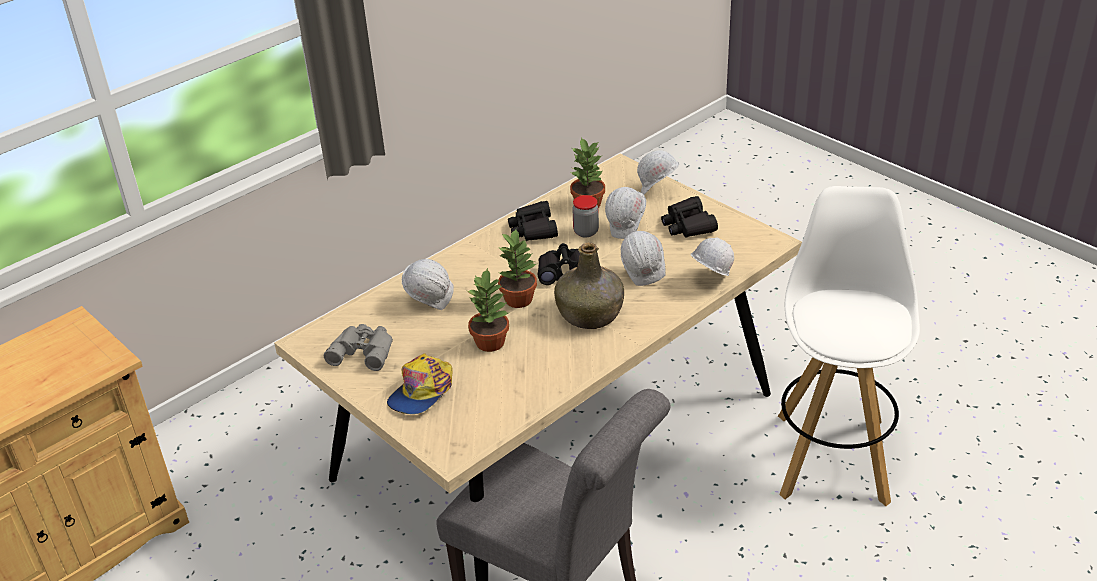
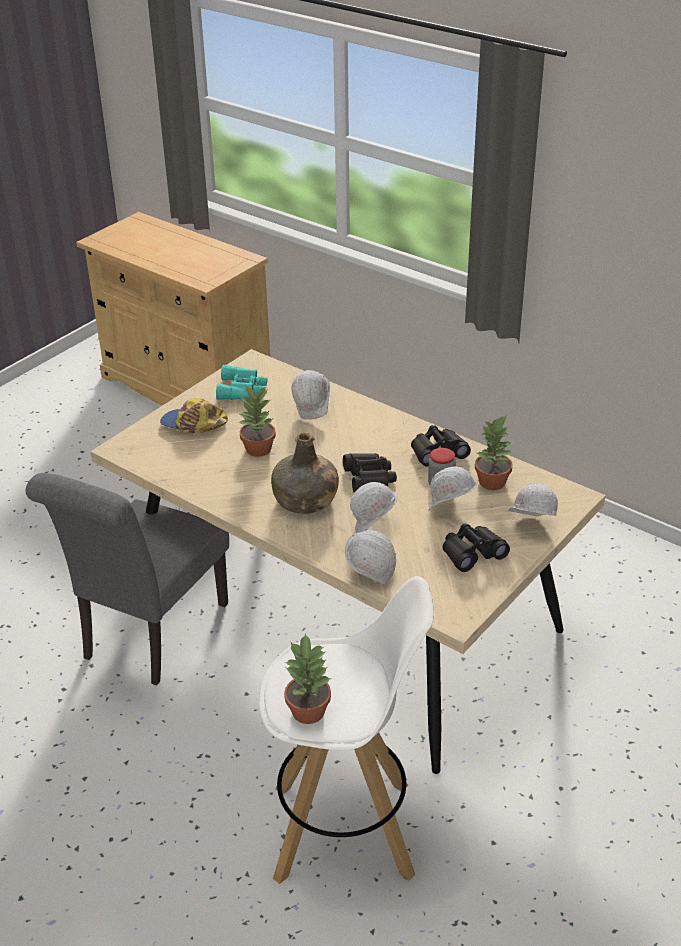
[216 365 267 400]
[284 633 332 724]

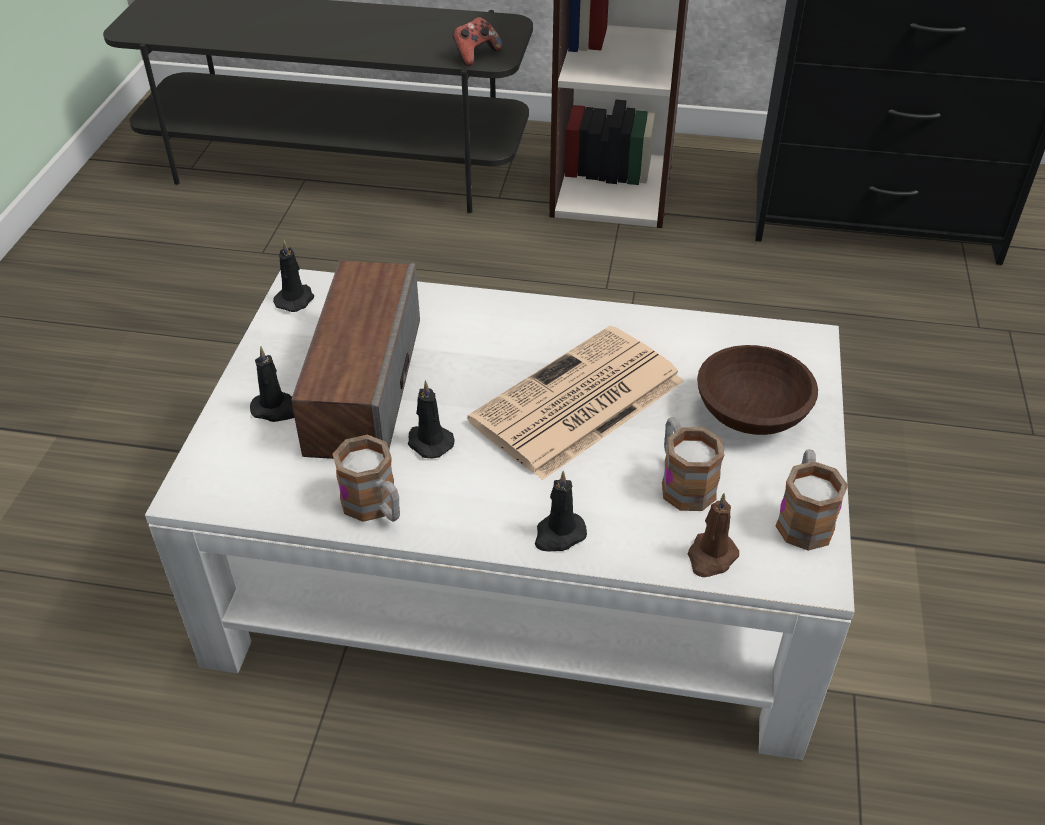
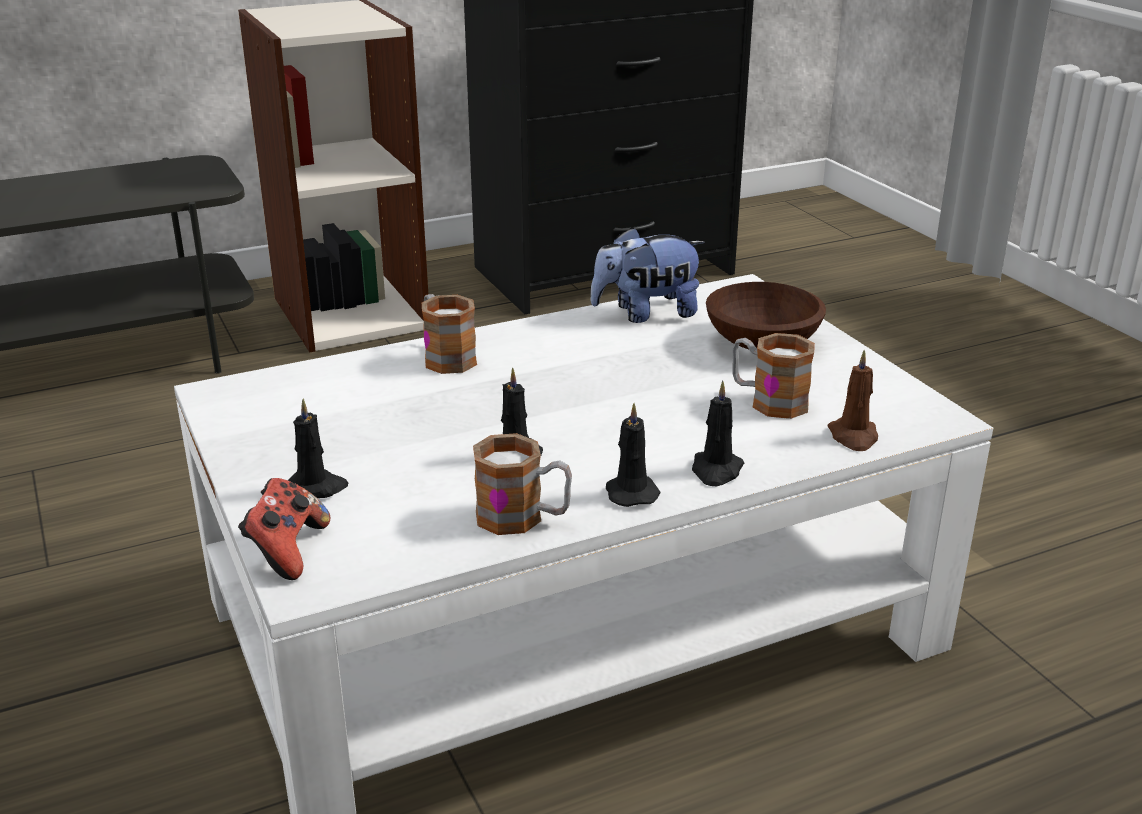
[238 478 330 580]
[422 294 477 374]
[590 227 705 323]
[606 403 660 507]
[291 261 420 459] (first image)
[467 326 684 480] (first image)

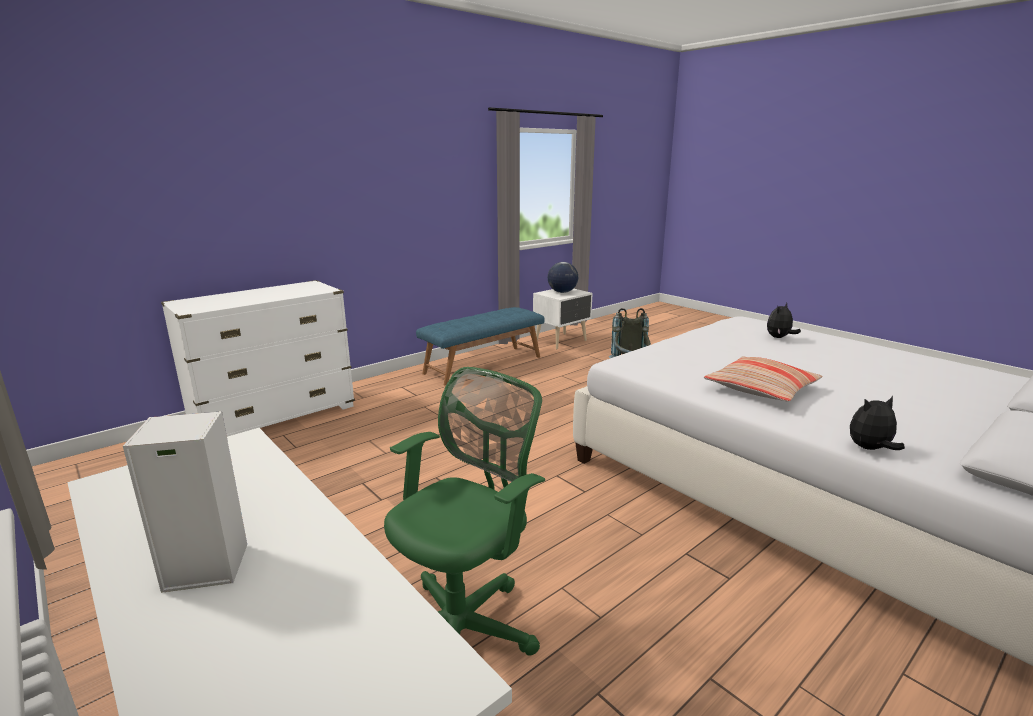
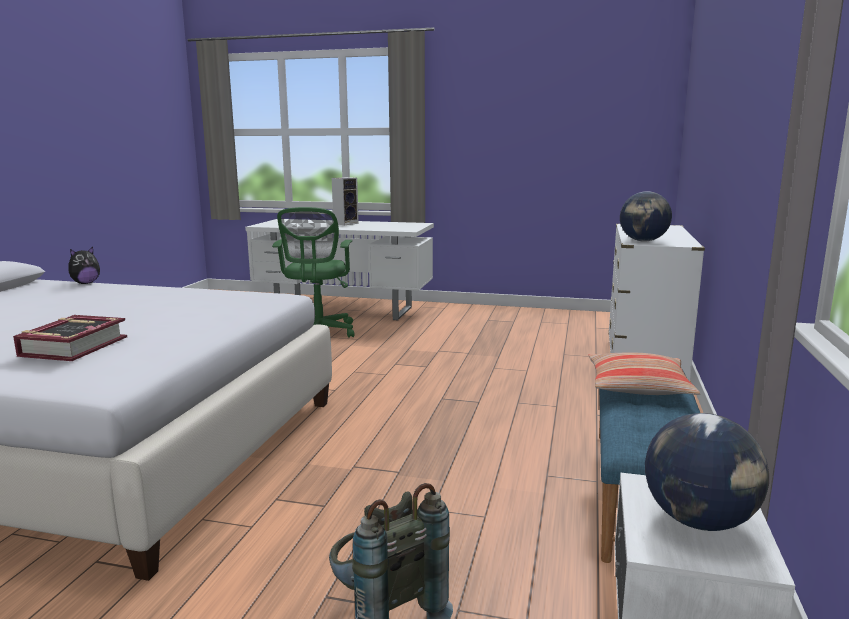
[13 315 127 361]
[588 353 700 395]
[620 191 672 242]

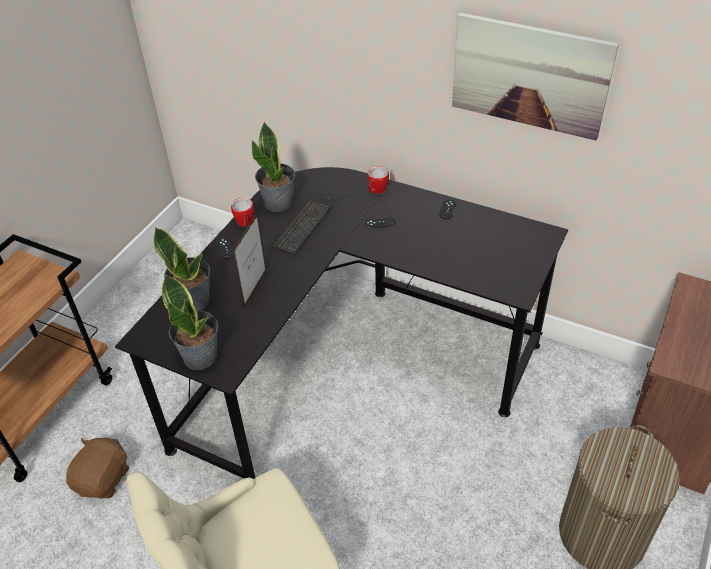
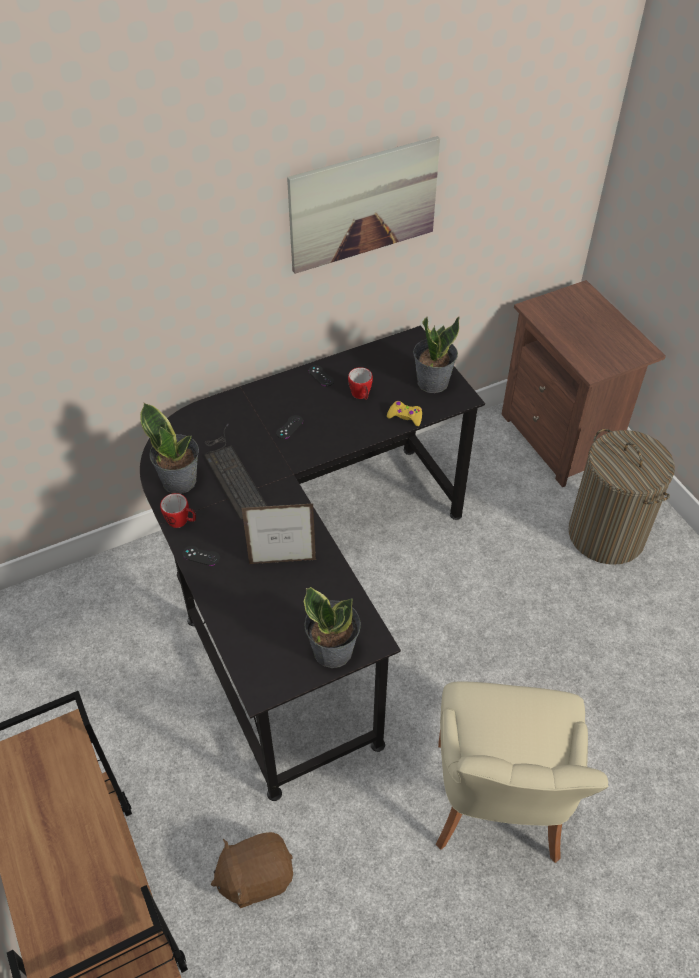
[211 832 293 908]
[242 503 316 564]
[348 367 373 400]
[387 401 422 426]
[413 317 460 393]

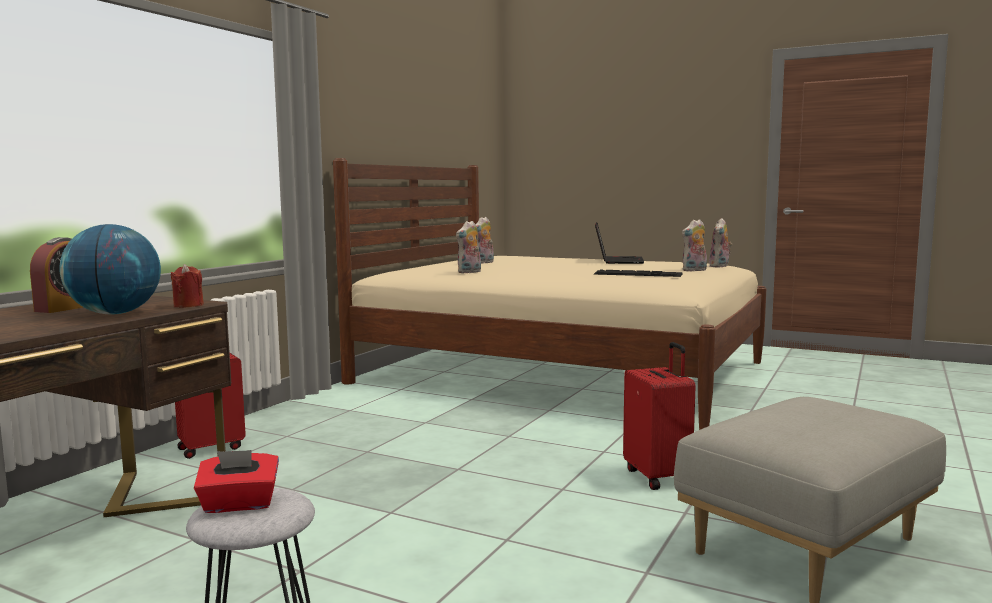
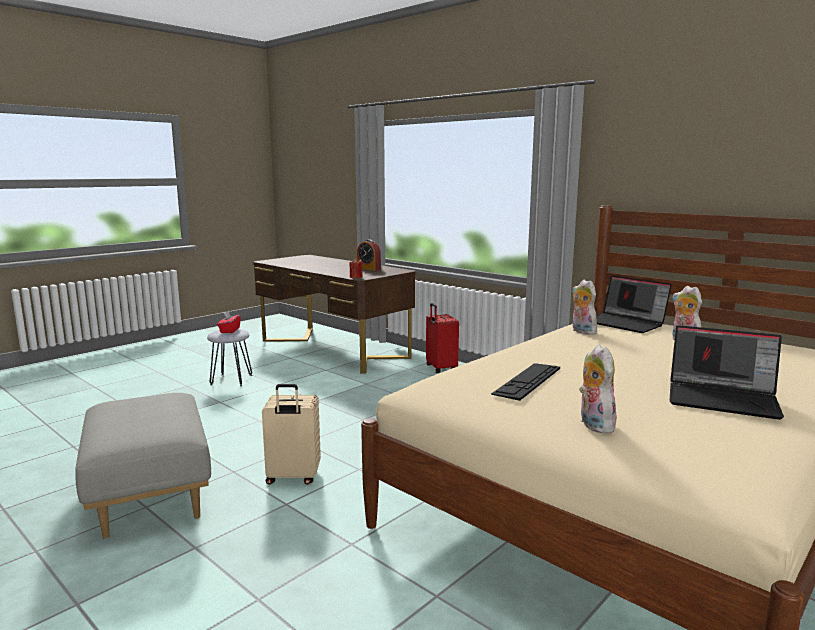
[262 384 321 485]
[597 275 672 333]
[60 224 161 314] (first image)
[709 218 732 268] (first image)

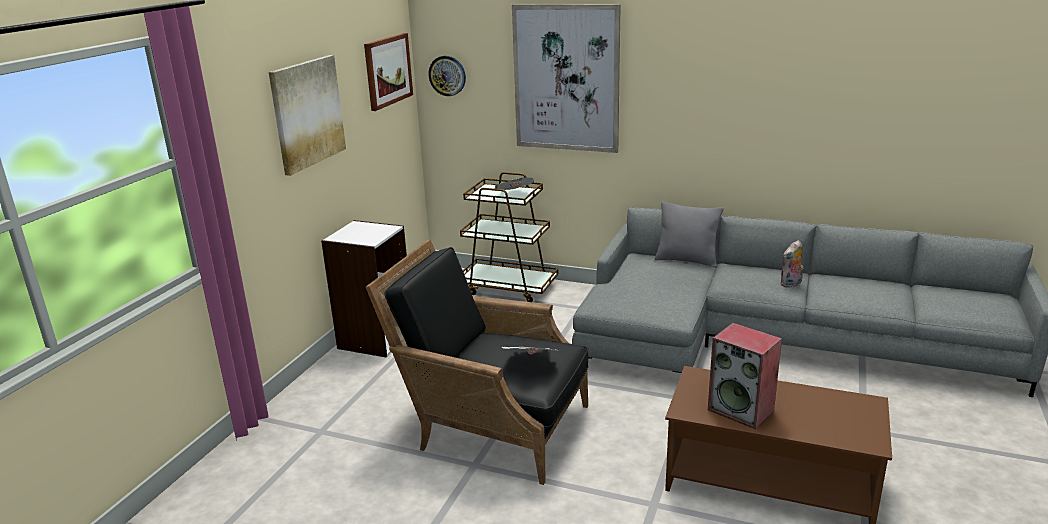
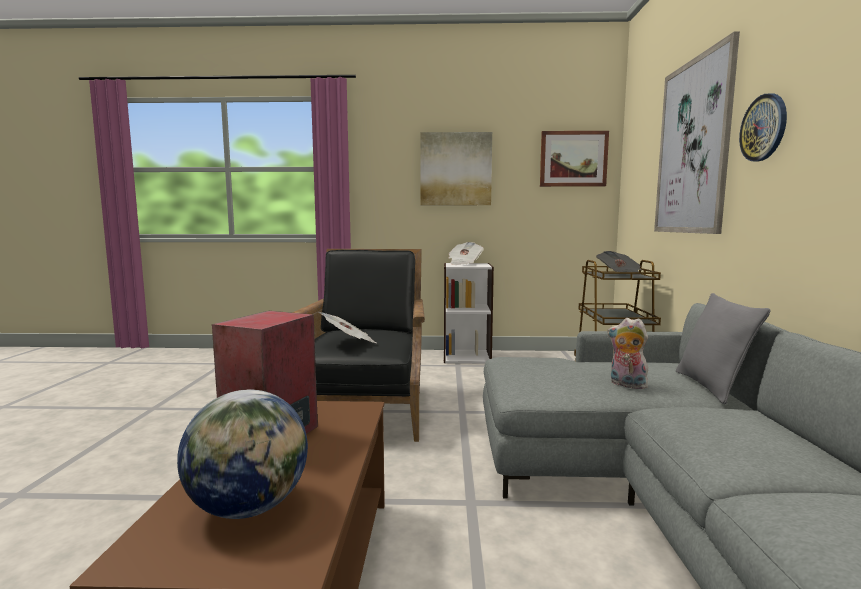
[177 389 308 519]
[448 242 484 265]
[607 318 648 389]
[739 94 787 161]

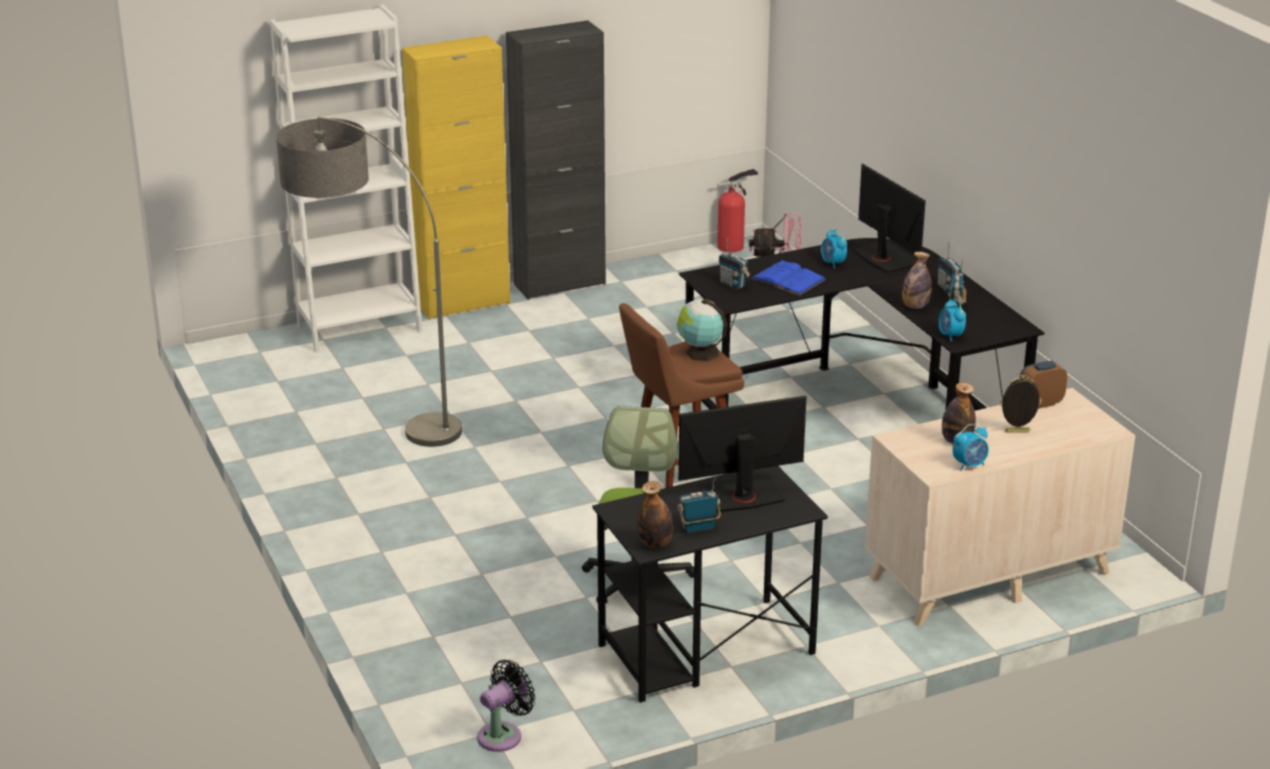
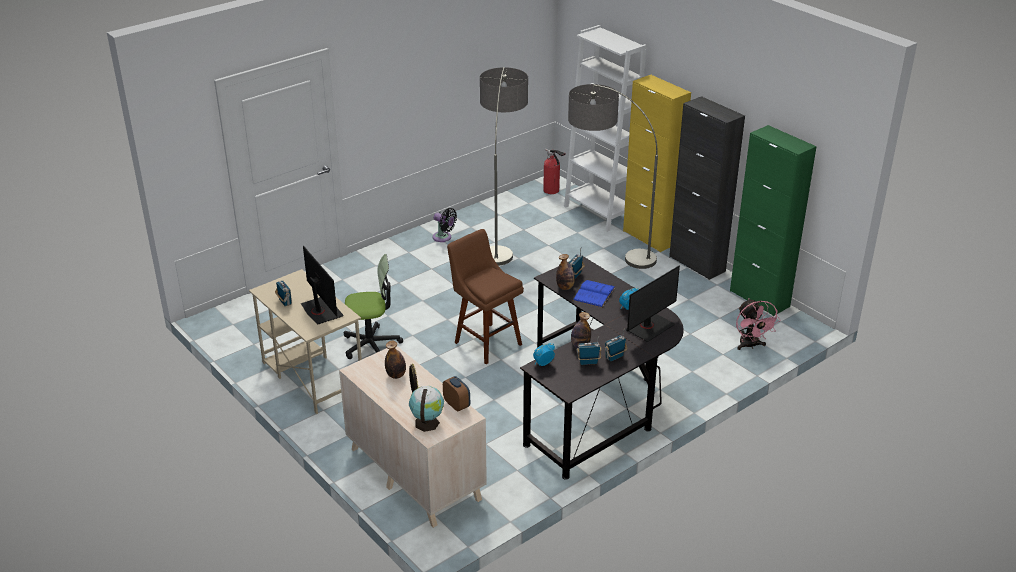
[249 269 362 414]
[409 386 444 432]
[432 208 457 242]
[543 149 566 194]
[556 254 575 290]
[568 84 658 269]
[730 125 817 316]
[952 424 989 471] (first image)

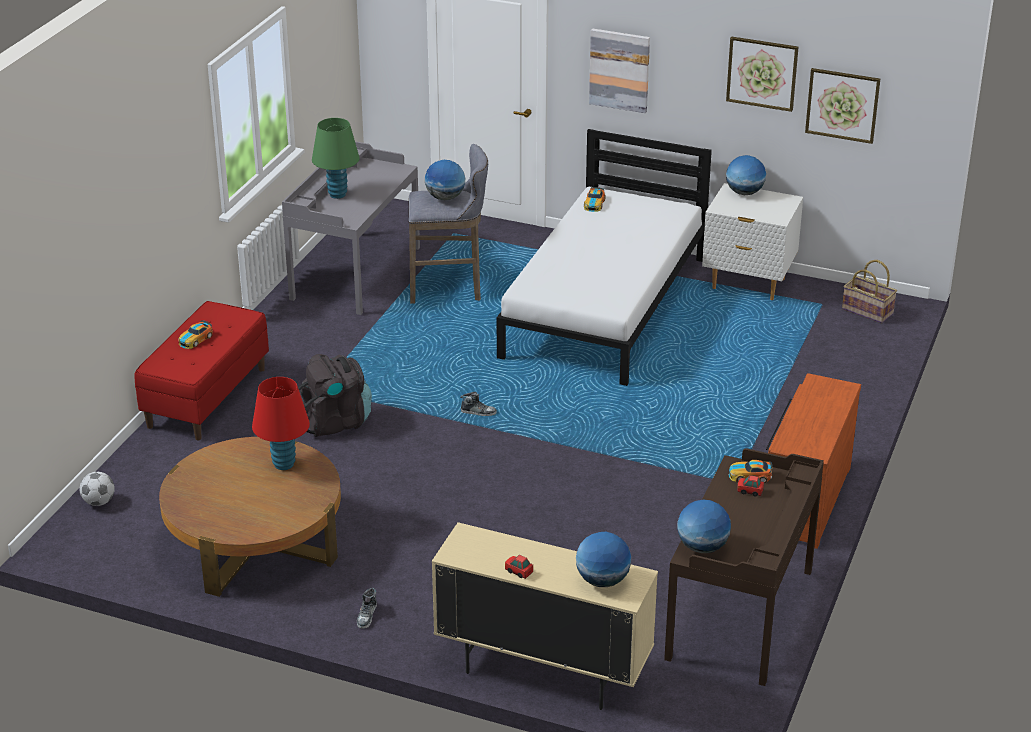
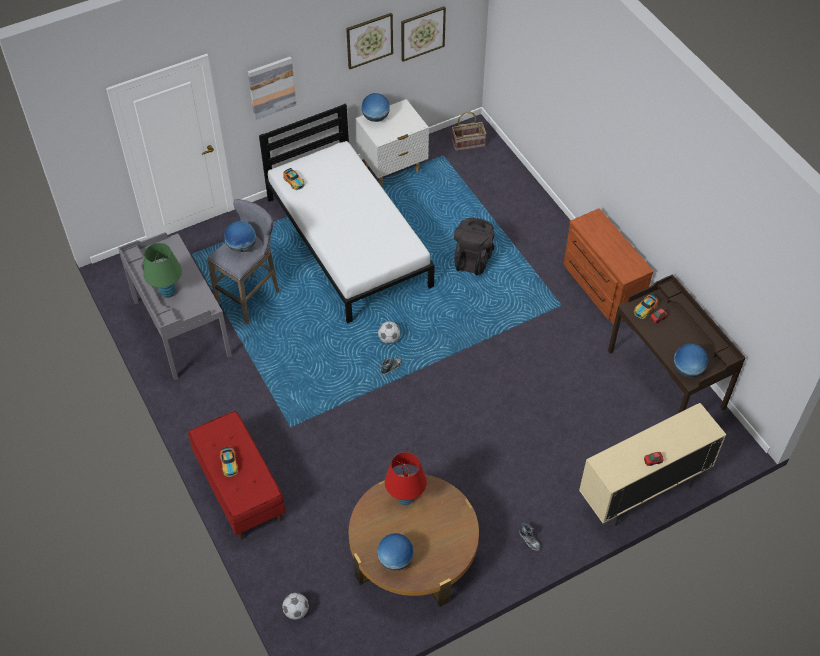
[377 533 414 570]
[378 321 400 344]
[454 218 495 275]

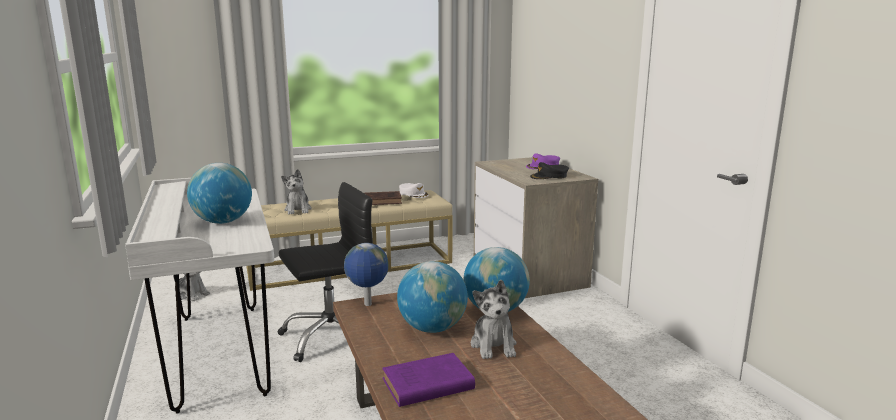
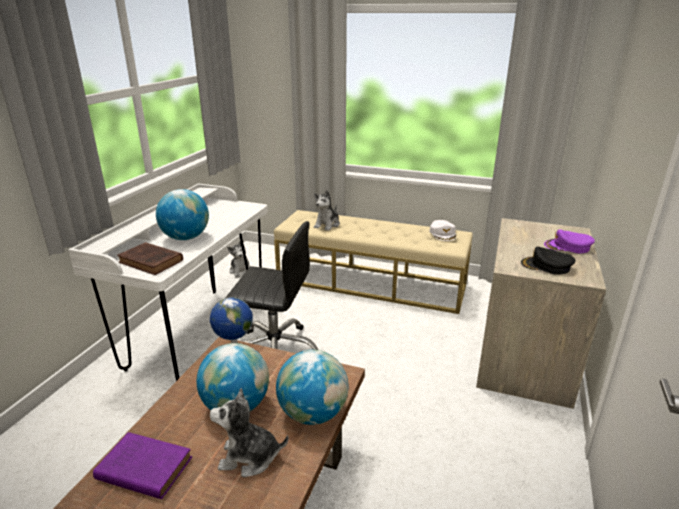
[117 242 183 275]
[210 388 289 477]

